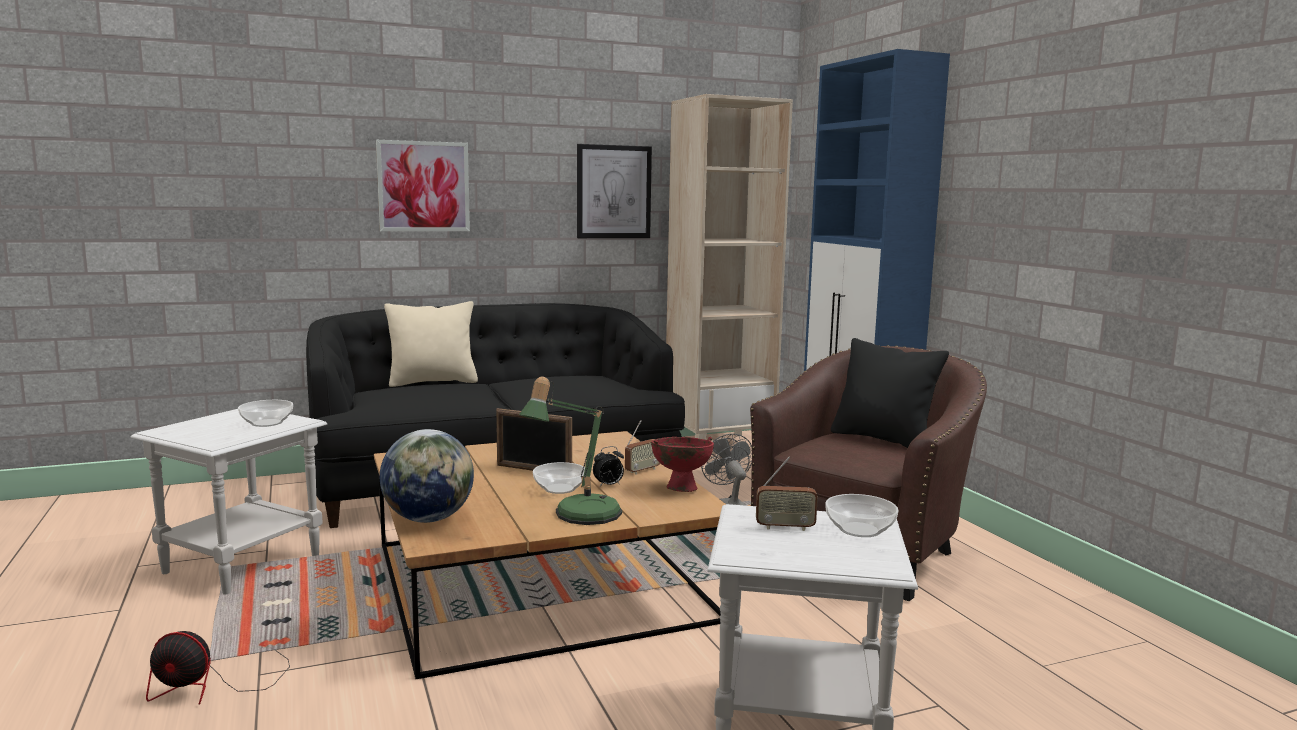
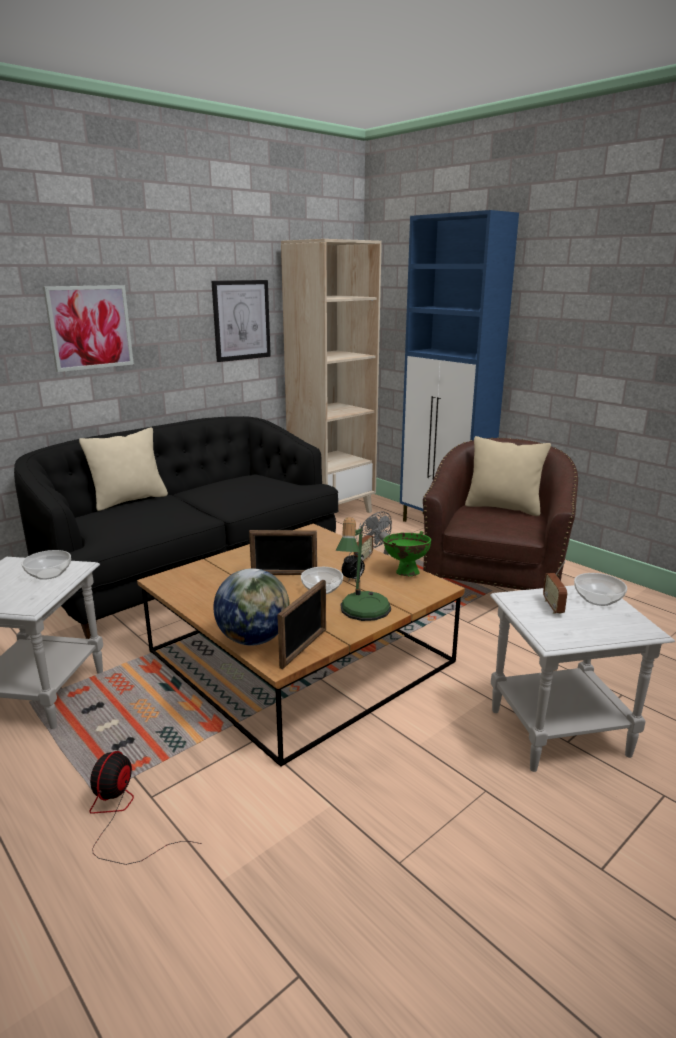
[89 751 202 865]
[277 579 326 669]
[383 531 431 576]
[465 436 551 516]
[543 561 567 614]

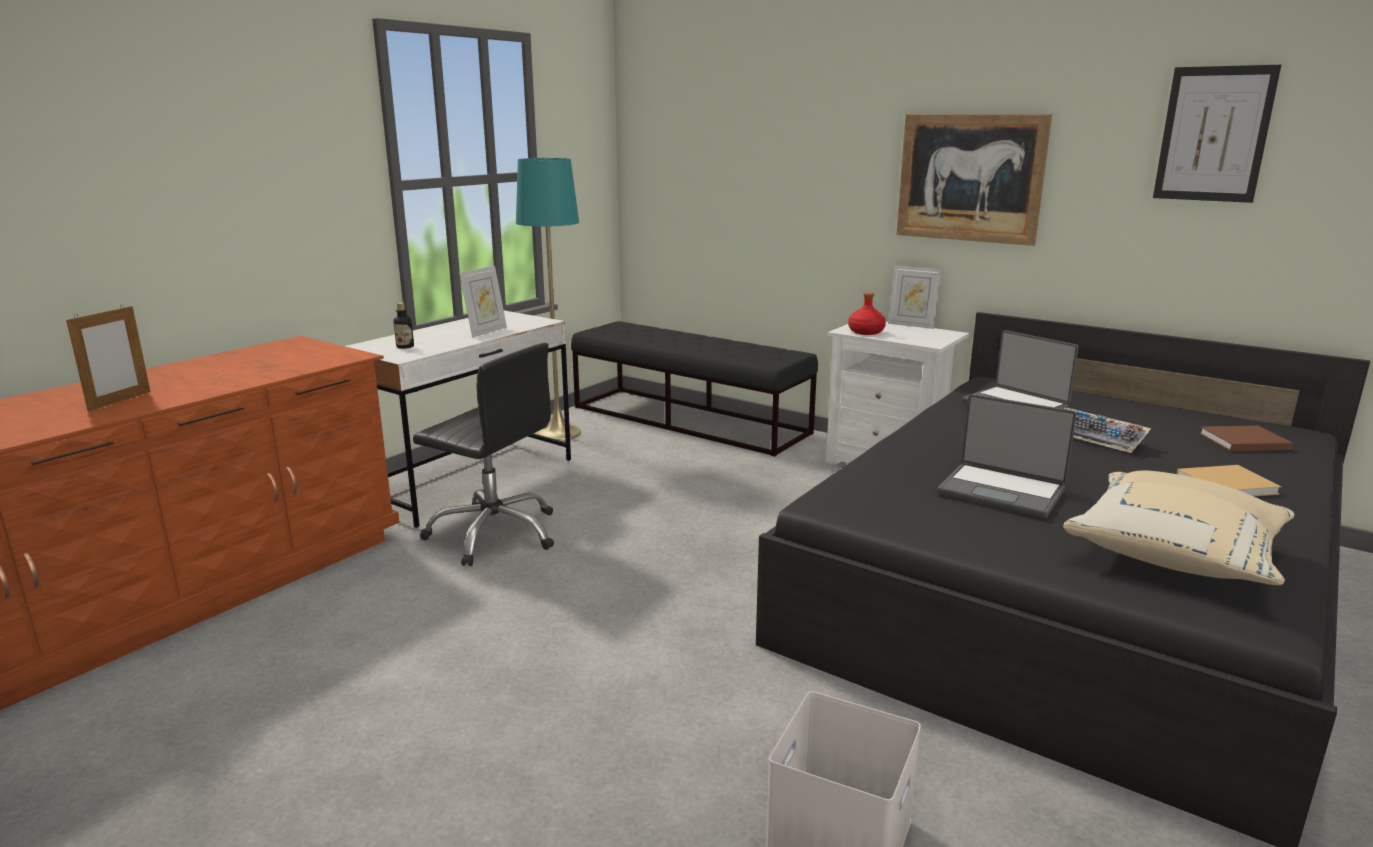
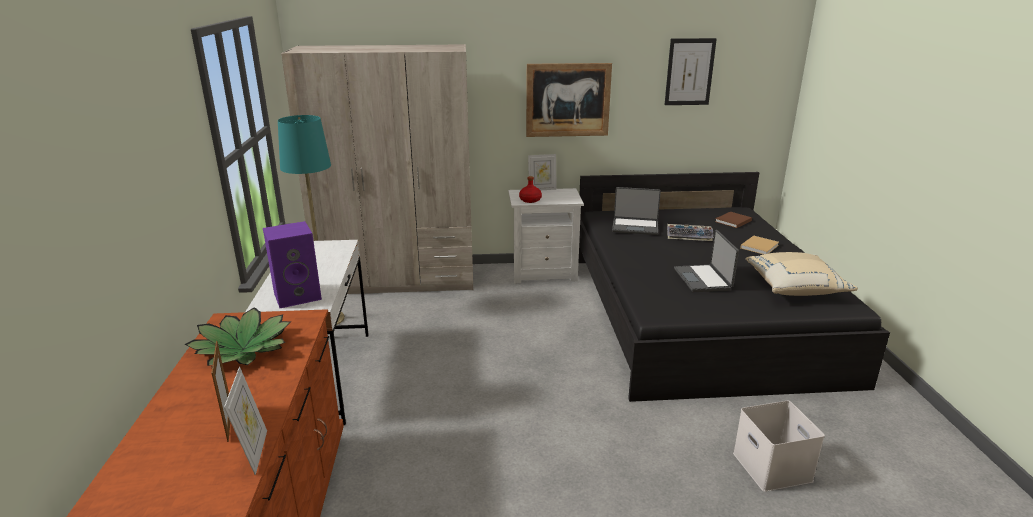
[184 307 291 366]
[224 367 267 475]
[263 221 322 308]
[281 44 473 294]
[674 230 739 292]
[413 343 554 566] (first image)

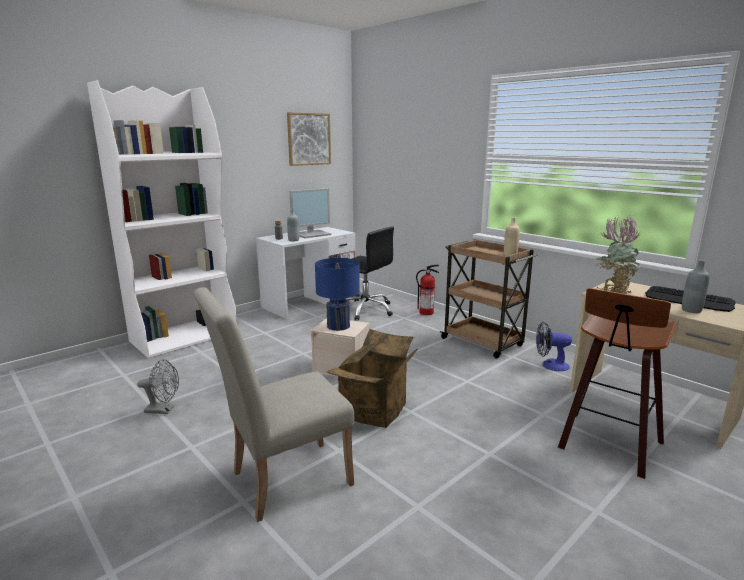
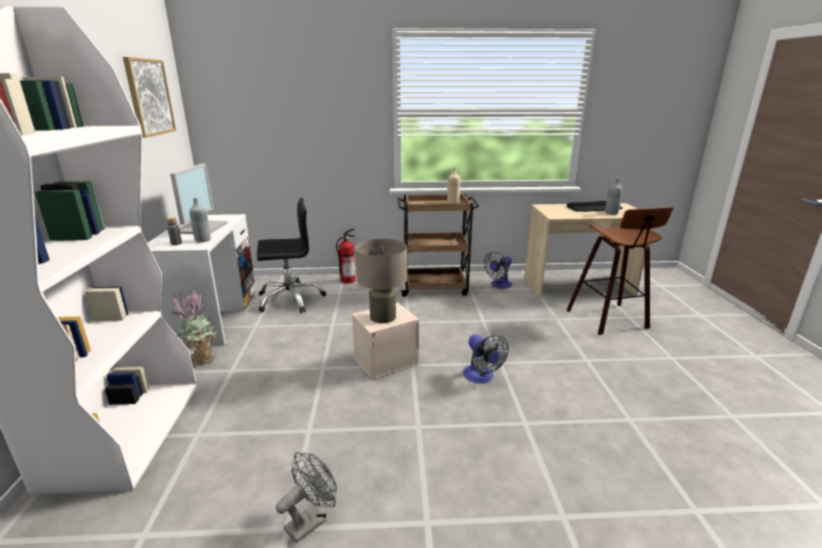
[170 289 216 367]
[355 239 407 323]
[463 334 509 384]
[193 287 354 522] (first image)

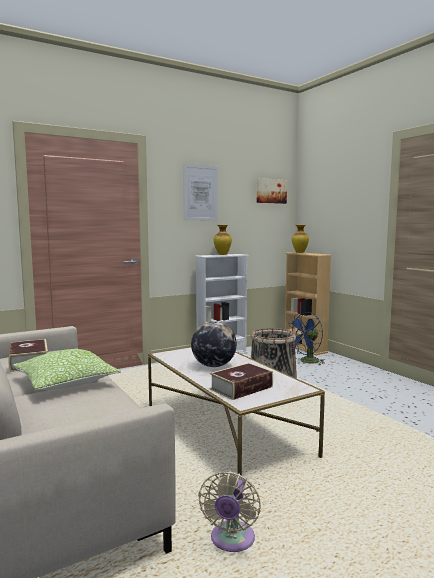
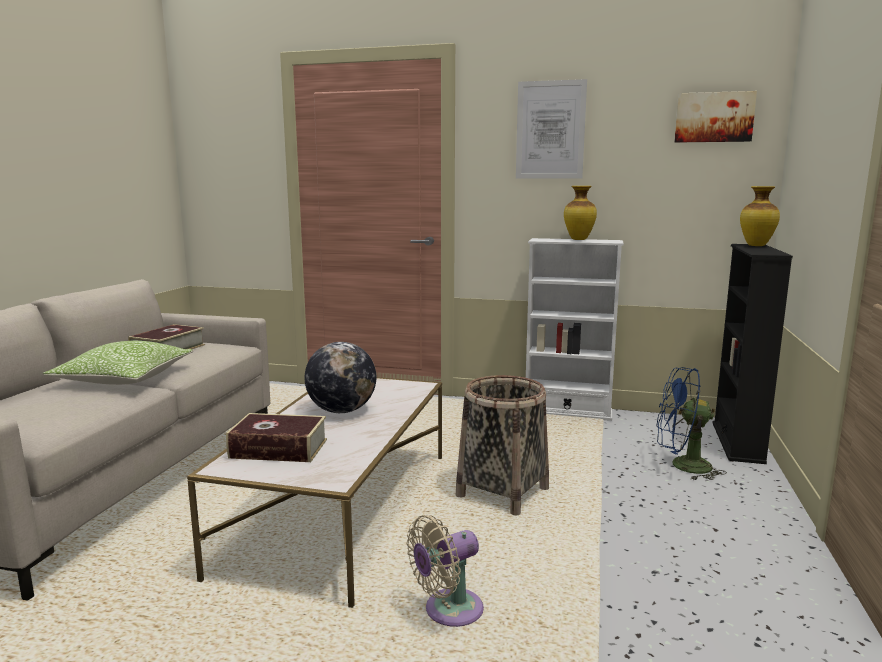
[407 515 484 627]
[712 244 793 464]

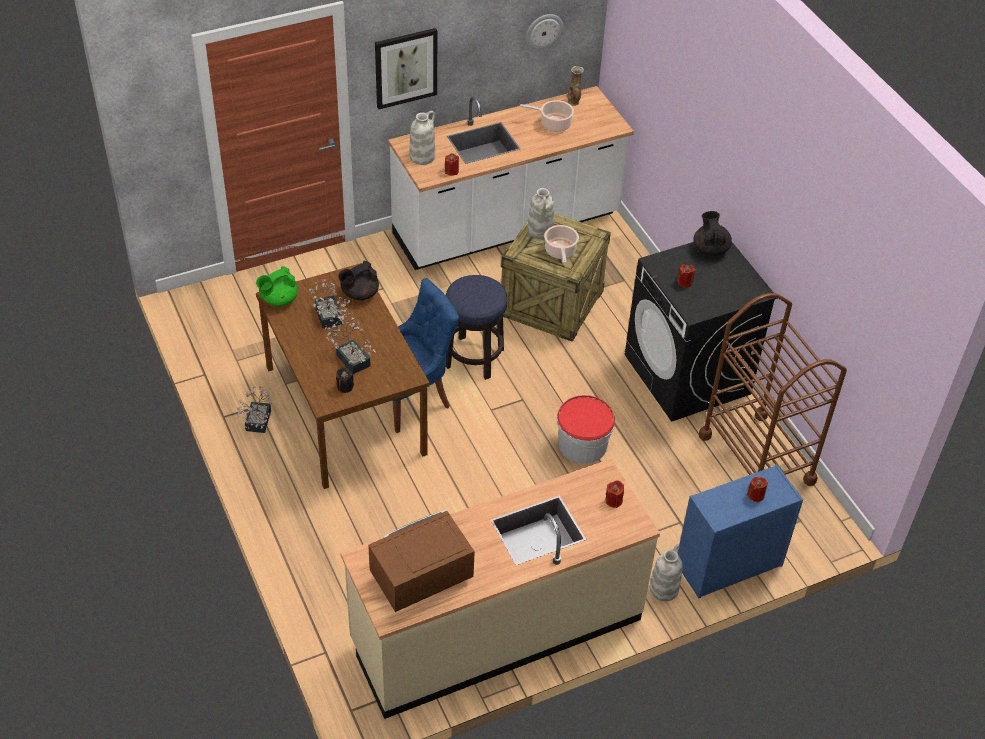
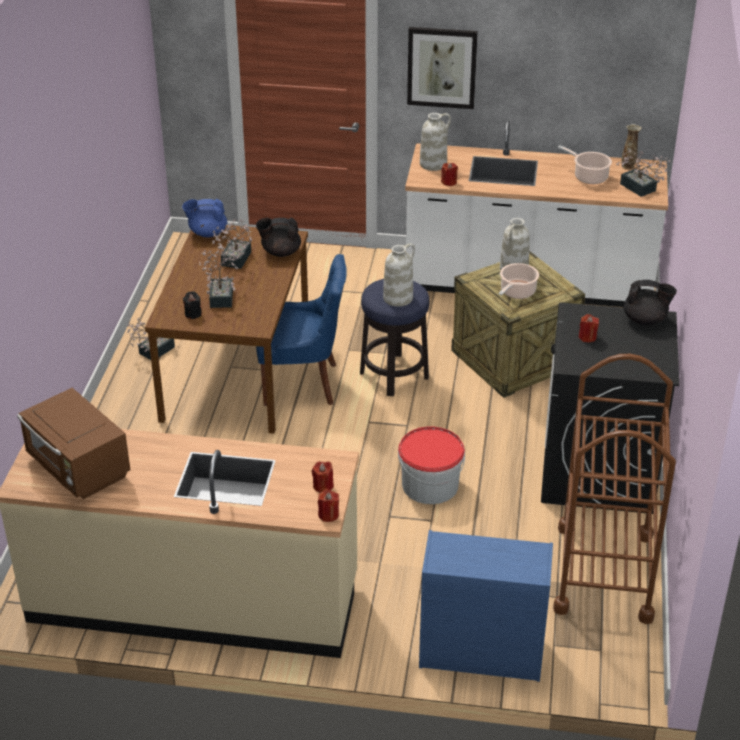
[17 388 130 499]
[182 199 227 238]
[318 489 339 522]
[383 243 415 307]
[616 150 670 197]
[624 280 677 325]
[526 14 563 50] (first image)

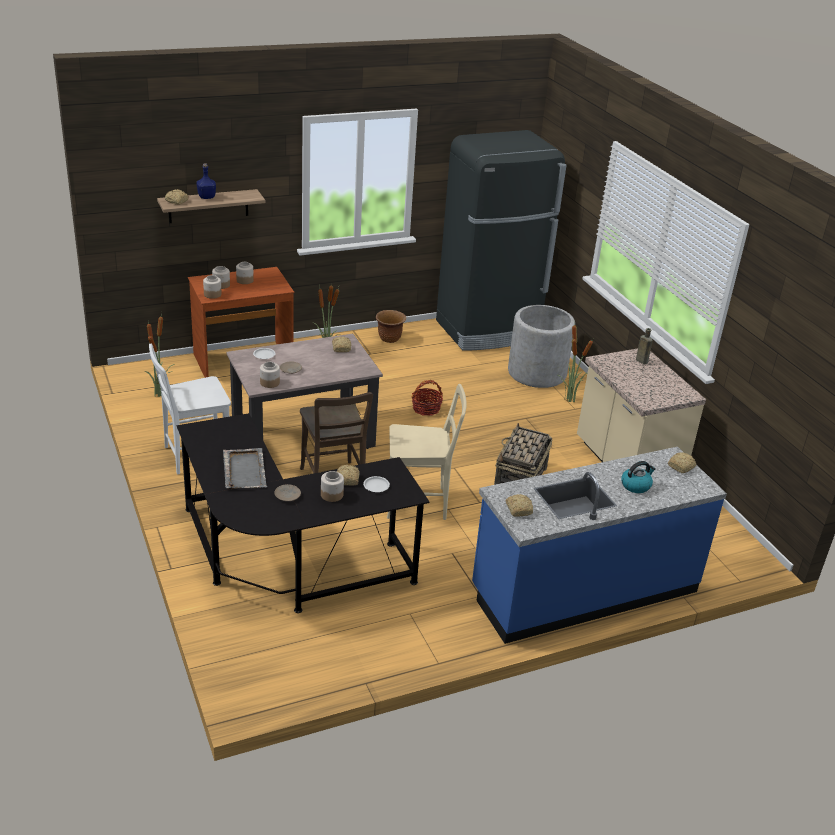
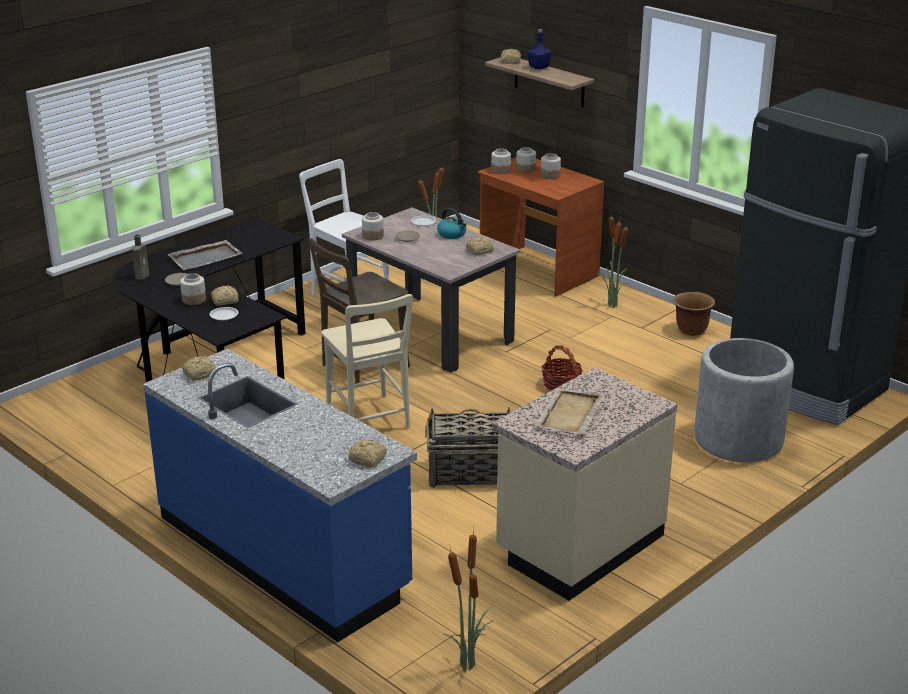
[132 234 149 280]
[437 208 467 239]
[444 528 493 672]
[534 388 605 435]

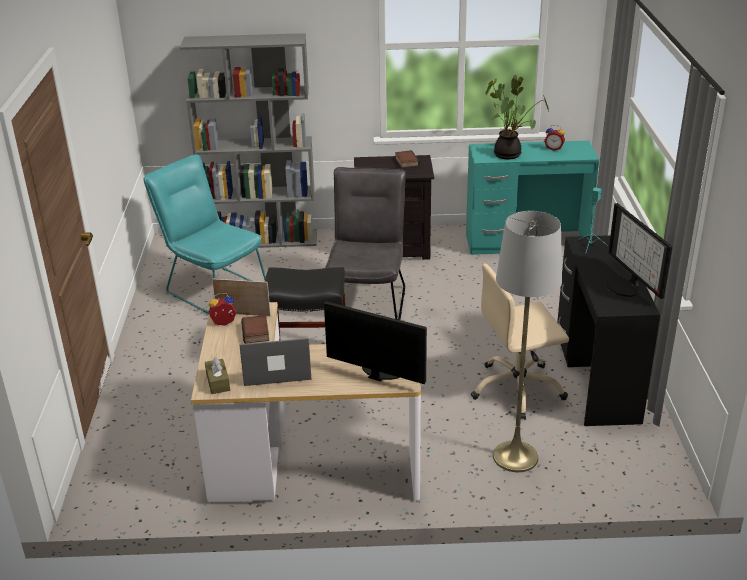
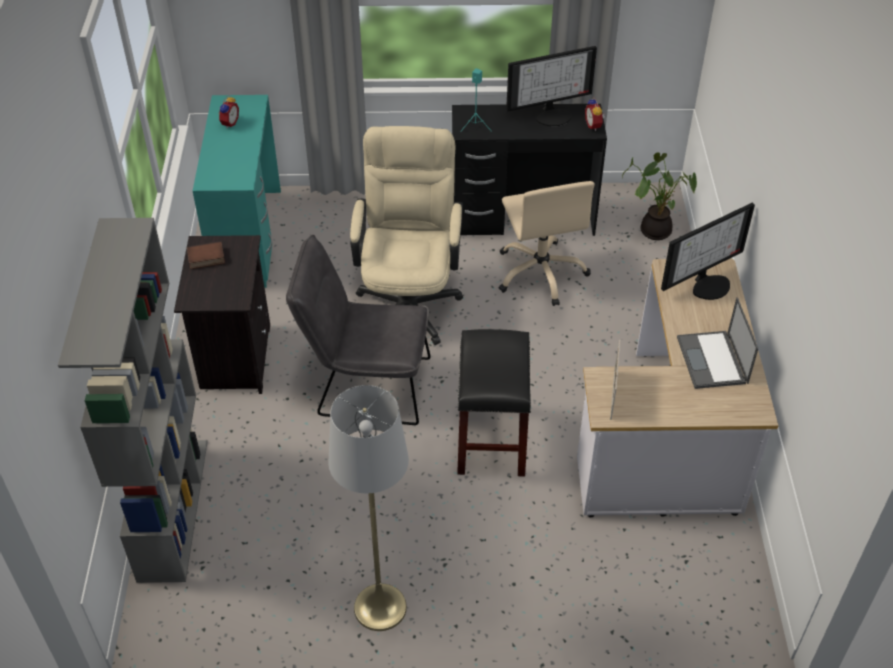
[329 385 409 631]
[350 126 463 345]
[585 97 605 131]
[622 152 697 240]
[661 203 755 300]
[143 154 266 314] (first image)
[205 356 230 394] (first image)
[241 315 269 344] (first image)

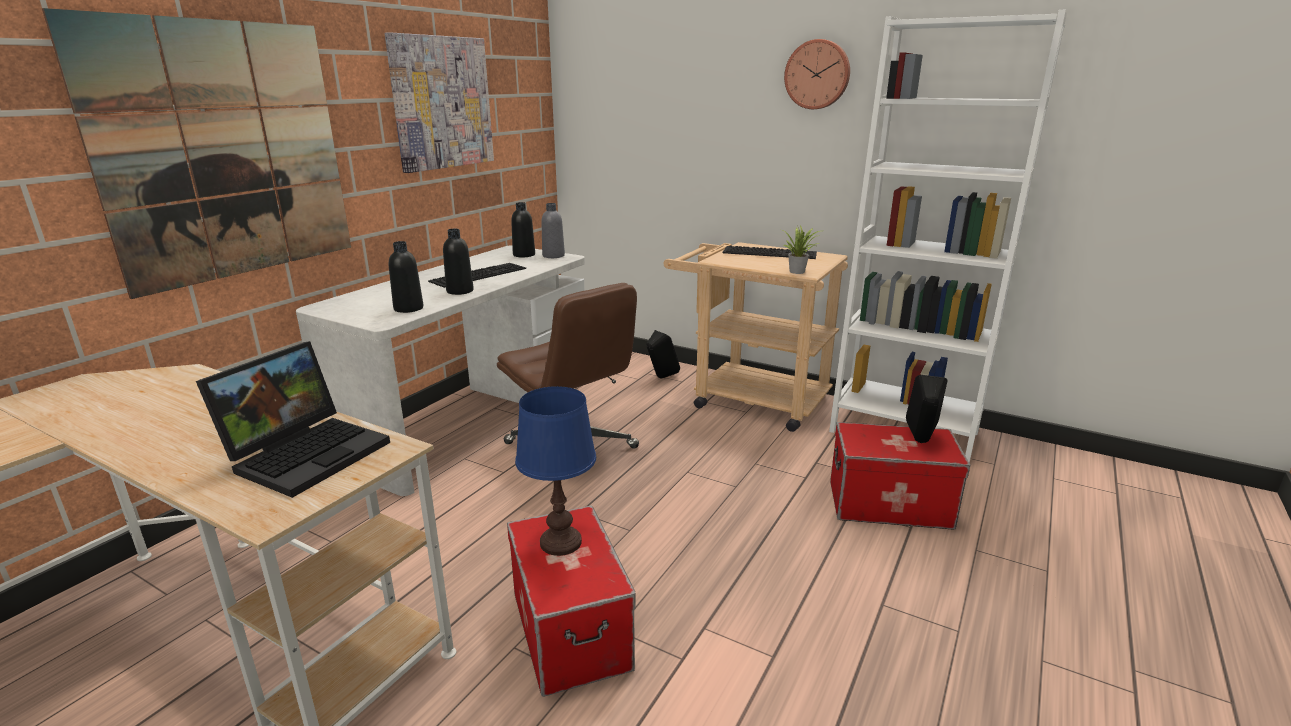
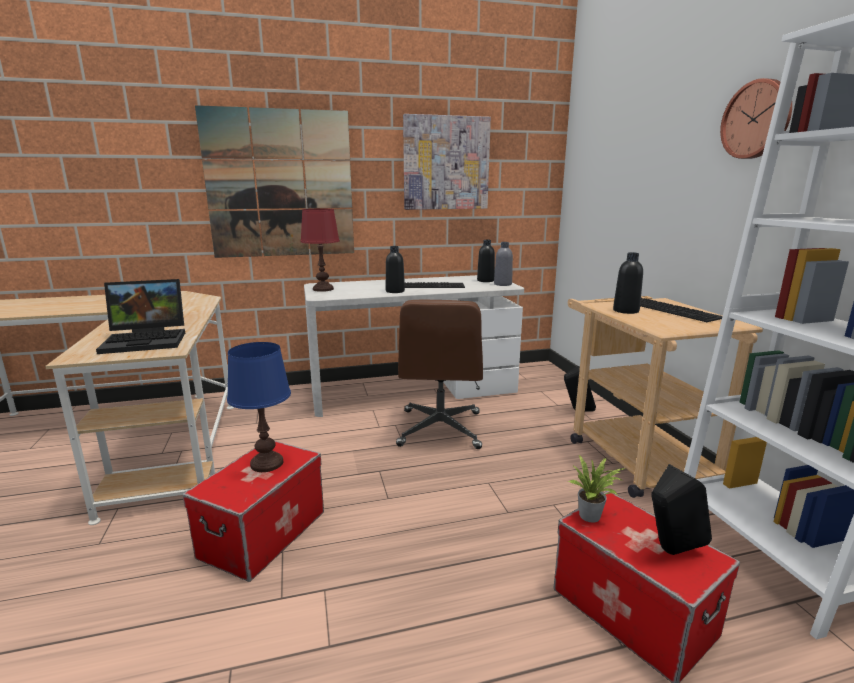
[300 208 340 292]
[568 455 626 523]
[613 252 643 314]

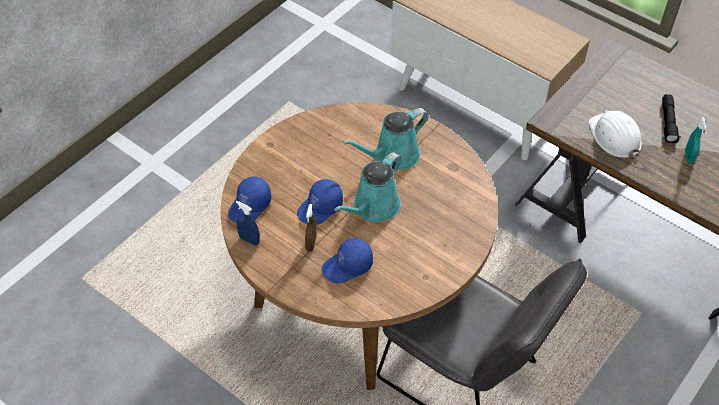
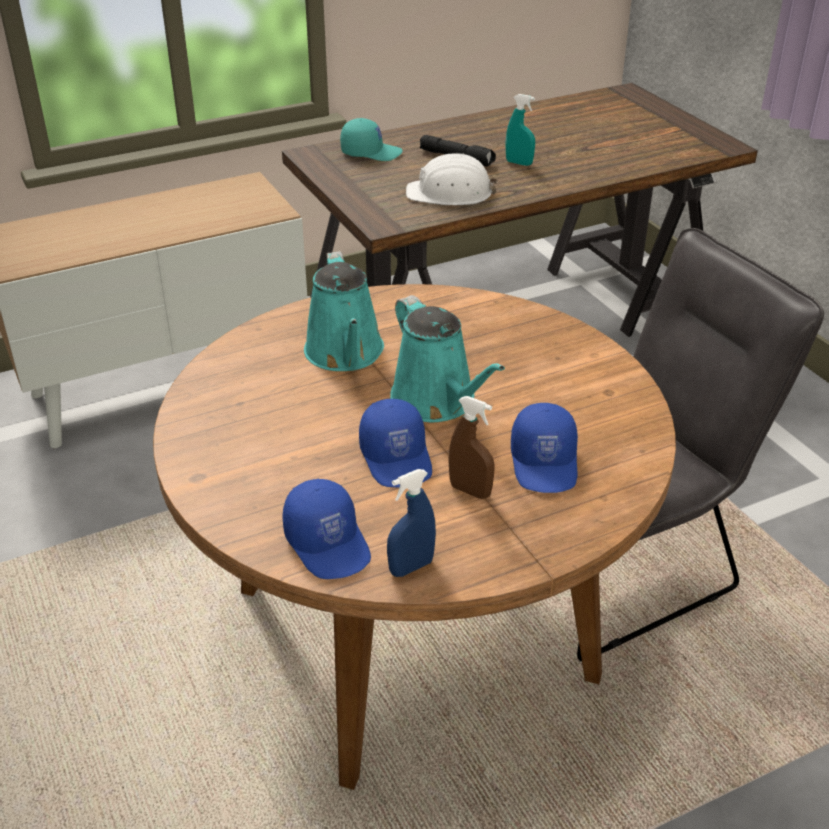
[340 118 403 161]

